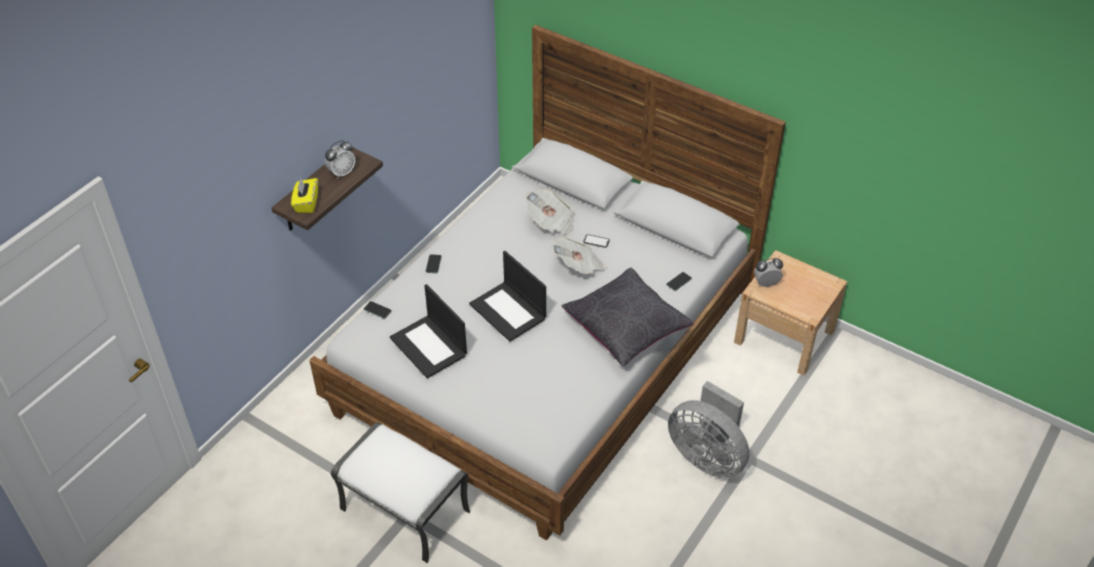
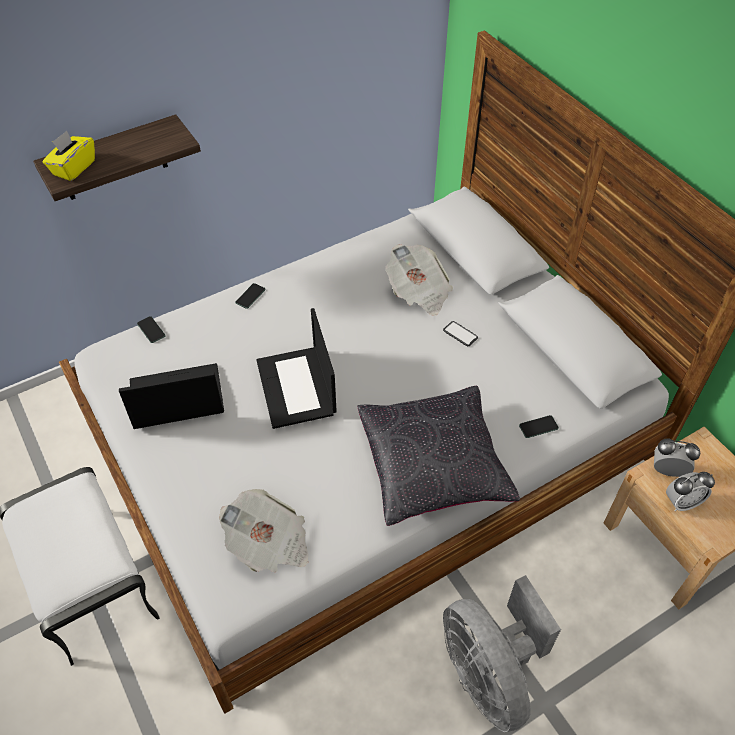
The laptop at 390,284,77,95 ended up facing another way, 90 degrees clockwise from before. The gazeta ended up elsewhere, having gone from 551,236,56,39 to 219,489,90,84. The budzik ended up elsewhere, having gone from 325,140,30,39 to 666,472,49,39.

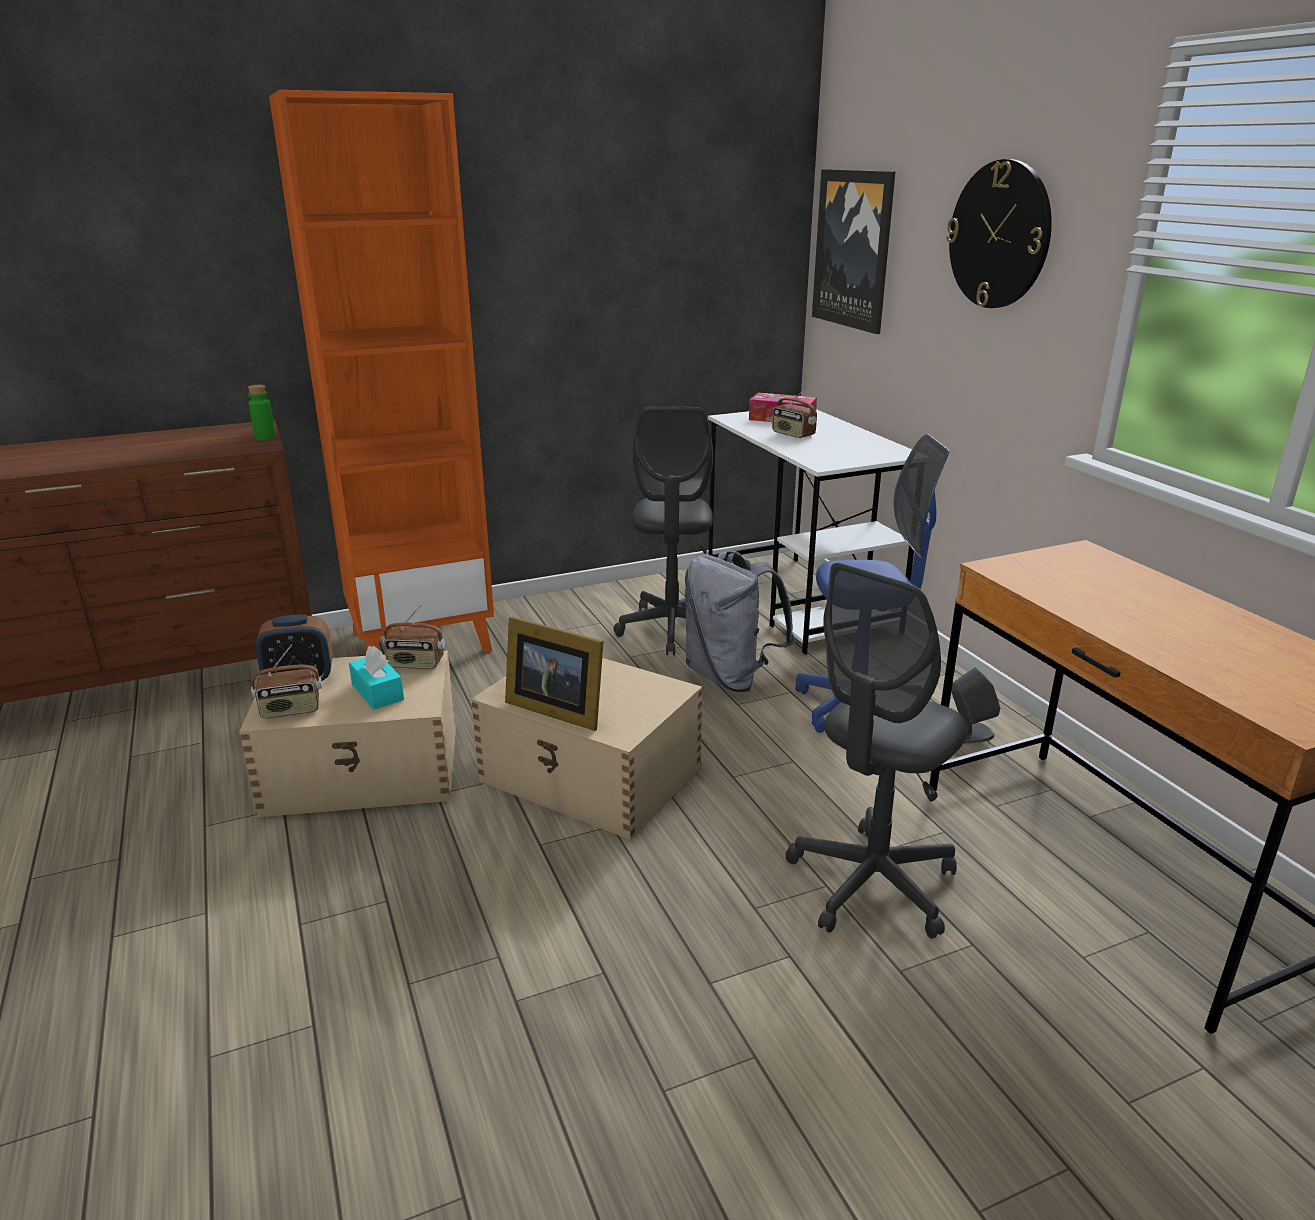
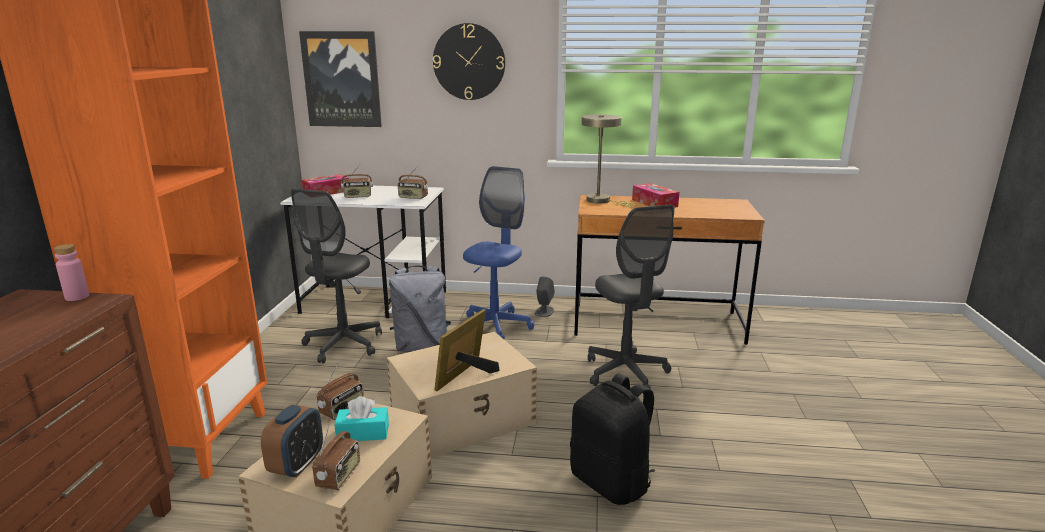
What was the butelka/zielony at 248,385,28,55 turned into the butelka/różowy at 54,244,35,57. The krzesło biurowe/szary at 614,407,99,248 ended up facing another way, 75 degrees clockwise from before. The second view gained the radio at 398,166,30,33. The ramka na zdjęcie at 505,616,99,115 ended up facing another way, 150 degrees clockwise from before. The second view gained the plecak/czarny at 570,373,85,132. The second view gained the lampa stołowa/beżowy at 582,114,53,93. The second view gained the pudełko chusteczek at 632,183,47,25.

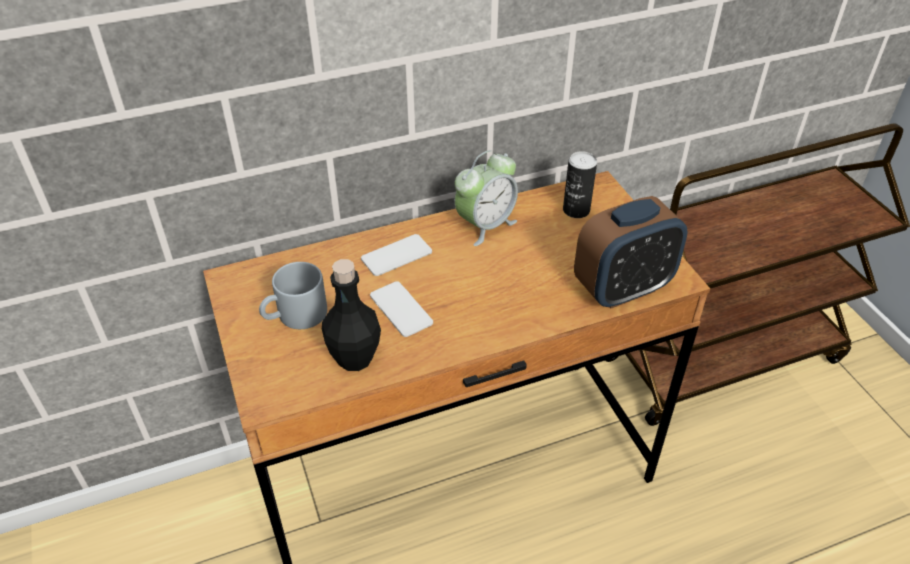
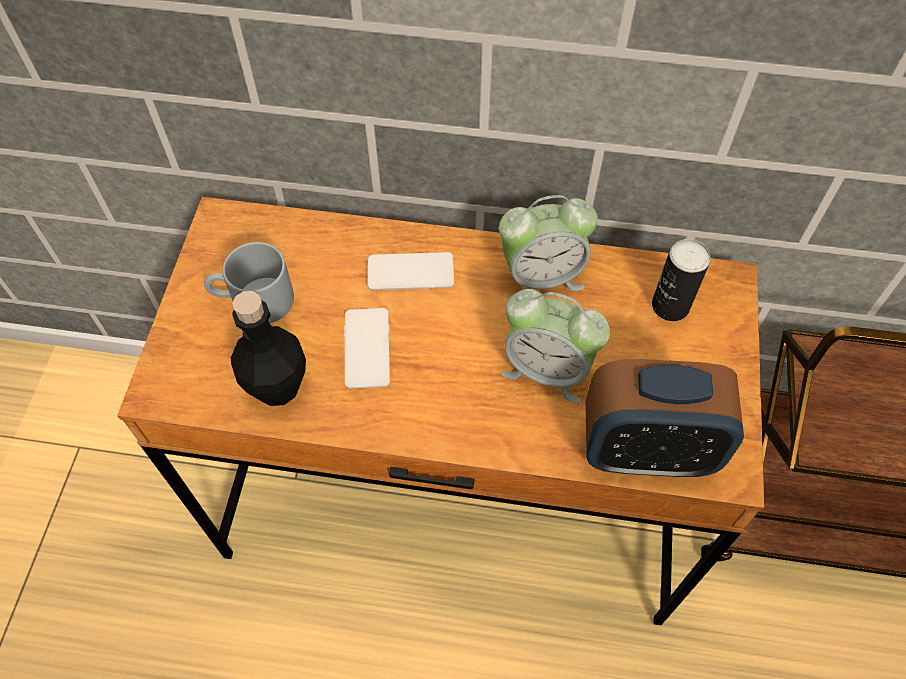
The second view gained the budzik at 501,289,109,114.

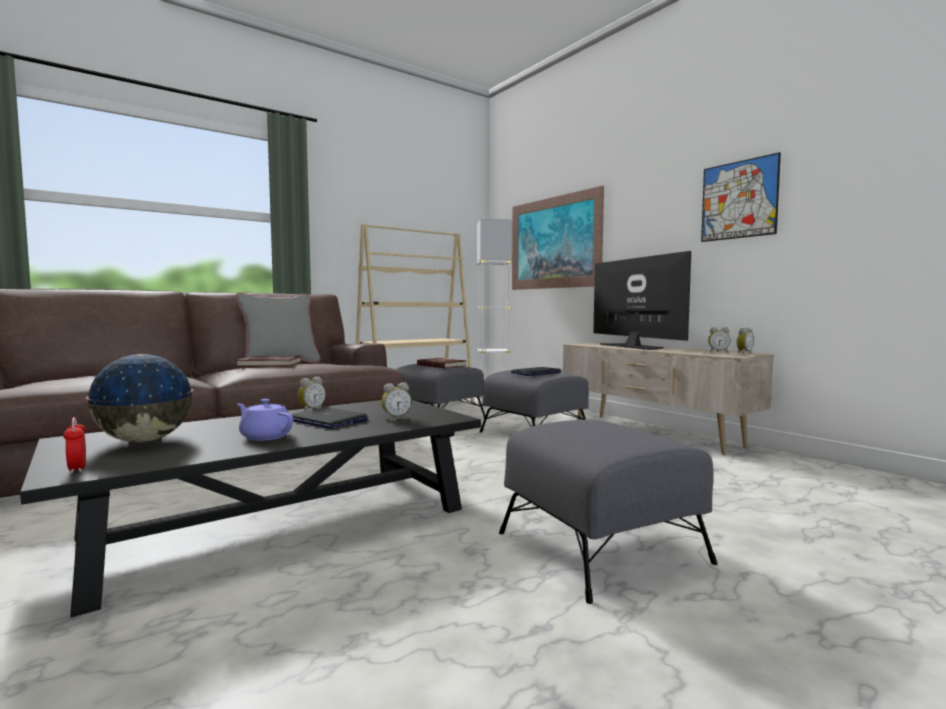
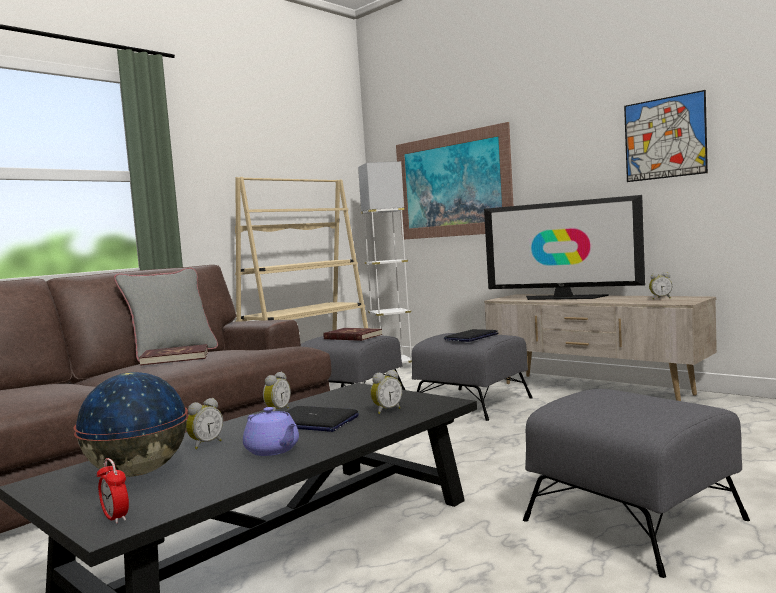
The budzik ended up elsewhere, having gone from 737,328,17,26 to 186,398,37,51. The imbryk/fioletowy at 237,399,56,42 ended up facing another way, 150 degrees counterclockwise from before. The telewizor at 593,251,98,99 ended up facing another way, 150 degrees clockwise from before.

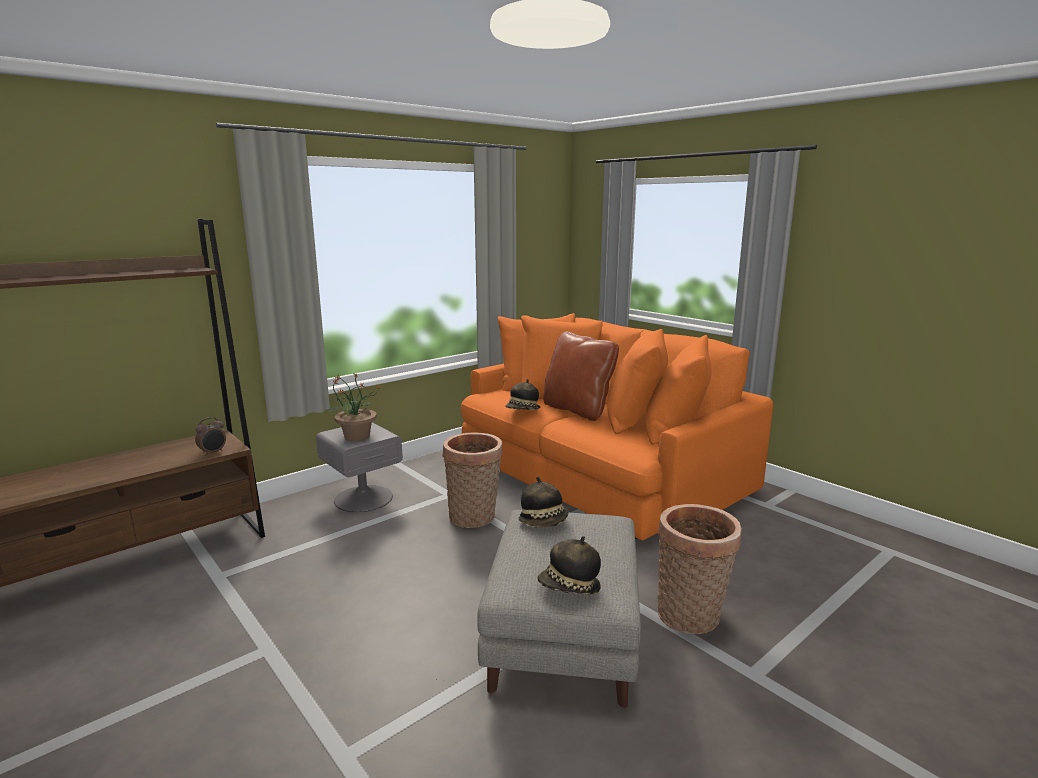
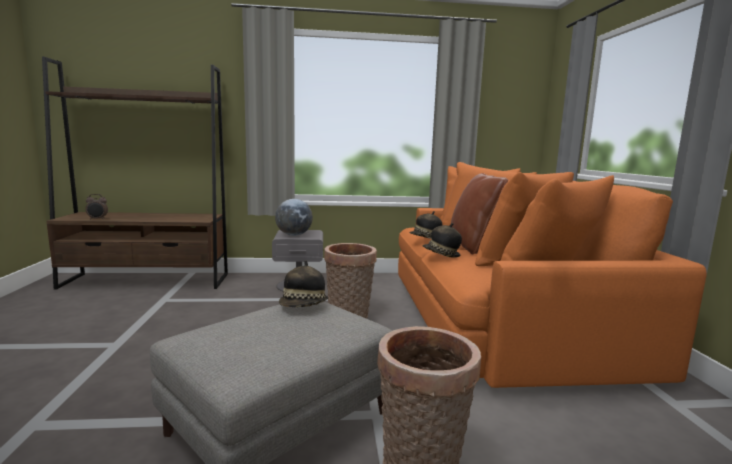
The budzik ended up elsewhere, having gone from 195,417,31,39 to 85,194,23,26. Where the roślina doniczkowa stood at 325,373,56,69, the globus came to stand at 275,199,38,37. The kapelusz ended up elsewhere, having gone from 538,536,63,59 to 423,223,39,35.

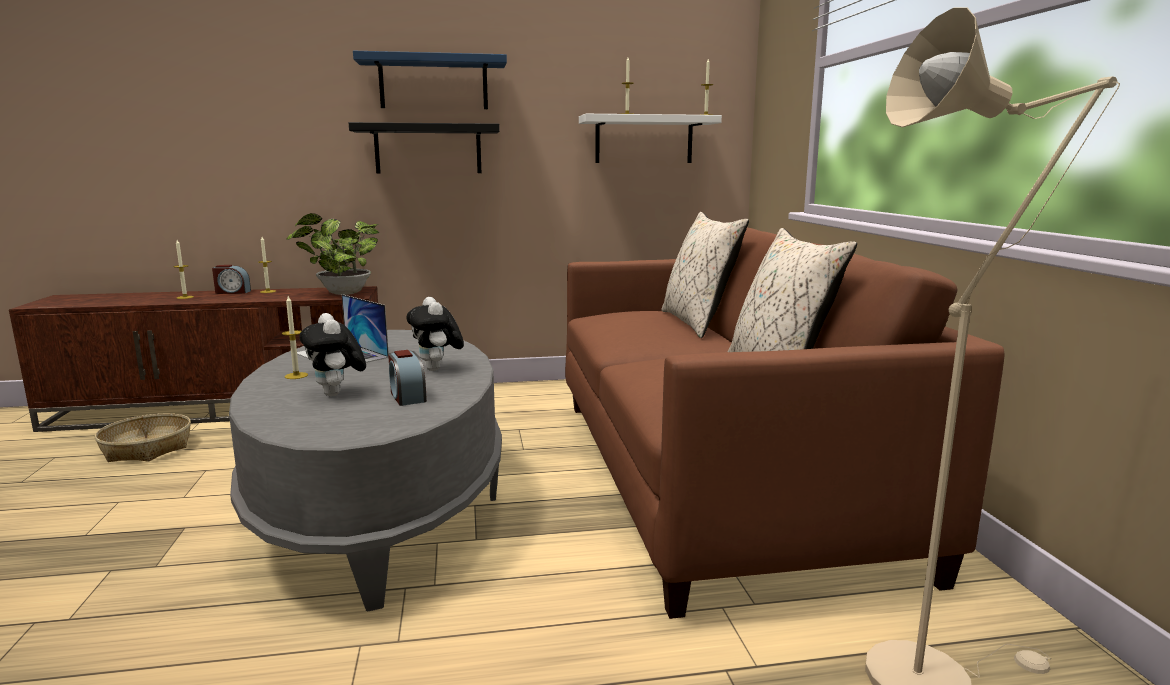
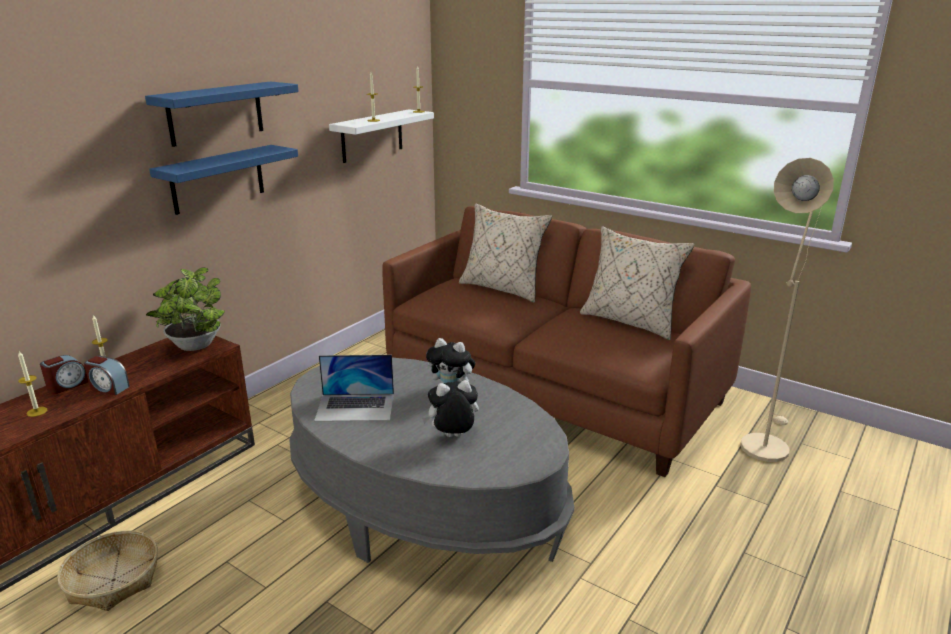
The budzik ended up elsewhere, having gone from 388,350,39,56 to 84,356,46,39. What was the półka/czarny at 349,122,151,51 turned into the półka/niebieski at 149,145,149,70. The pluszak at 299,313,67,83 ended up facing another way, 150 degrees clockwise from before. The second view lost the świeca at 282,296,26,83.

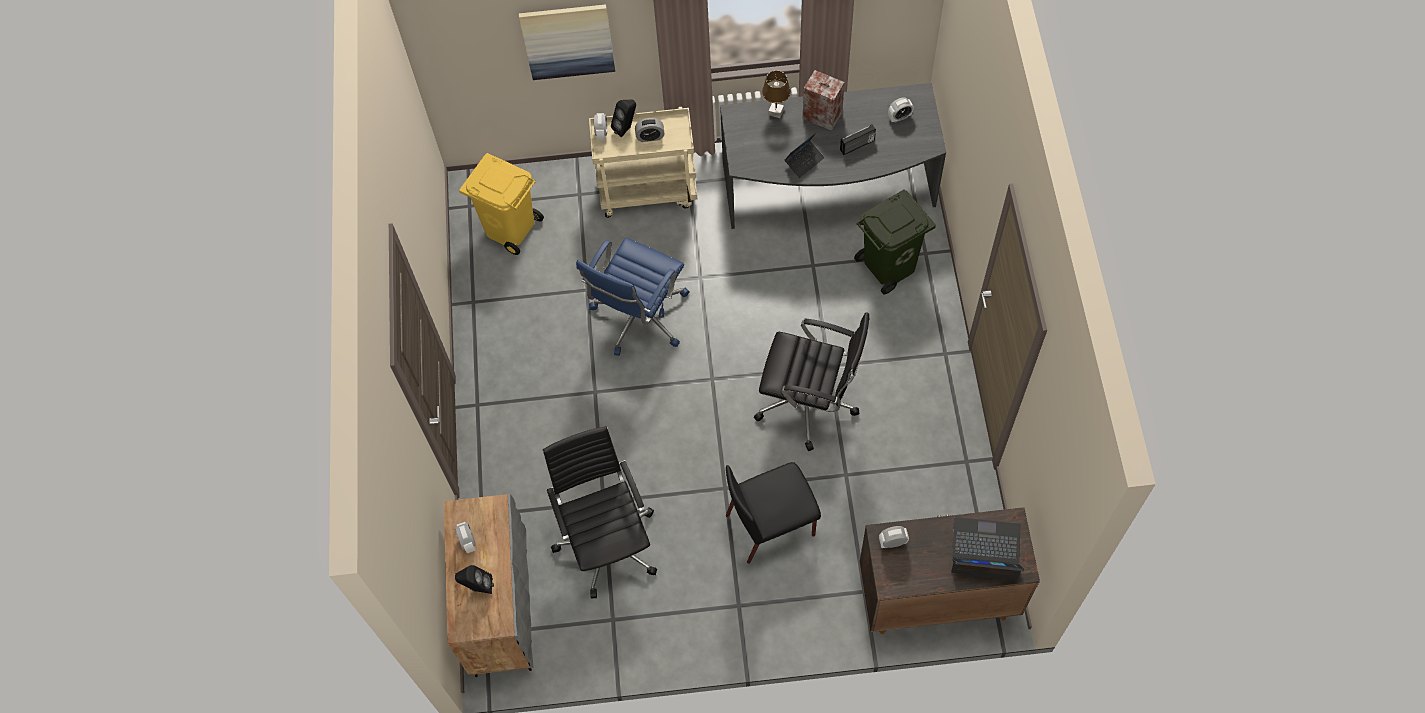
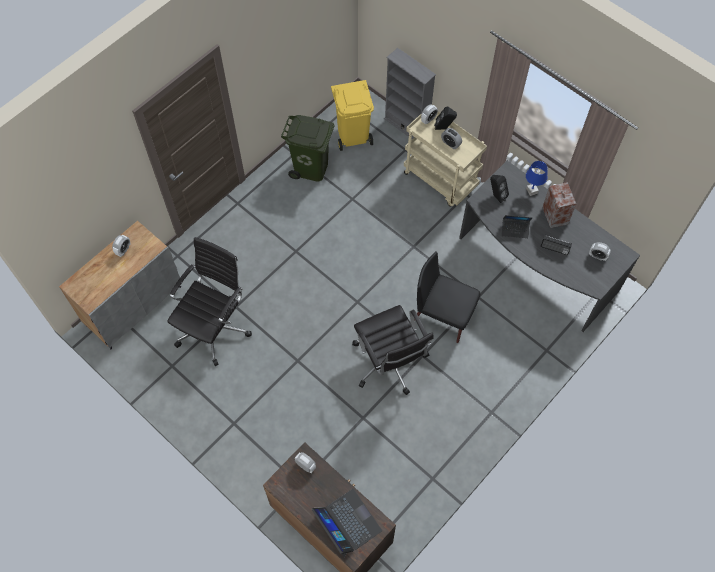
The kosz na śmieci/zielony ended up elsewhere, having gone from 854,189,82,105 to 281,115,54,67. The second view gained the regał/szary at 384,48,52,91. The krzesło/czarny ended up elsewhere, having gone from 726,462,95,102 to 414,251,66,92. The głośnik/czarny ended up elsewhere, having gone from 455,565,39,29 to 490,175,19,28. What was the lampa stołowa/brązowy at 762,71,29,47 turned into the lampa stołowa/niebieski at 526,161,22,35. The second view lost the obraz at 519,5,96,75. The second view lost the krzesło biurowe/niebieski at 576,238,114,118.

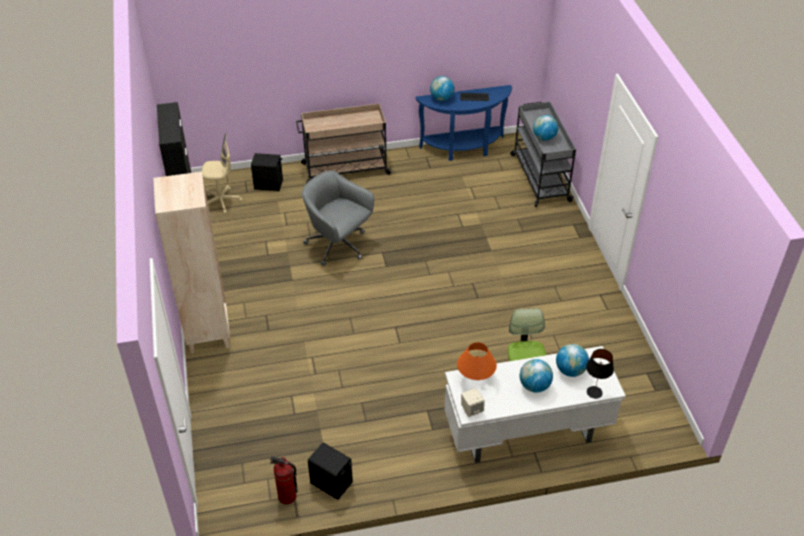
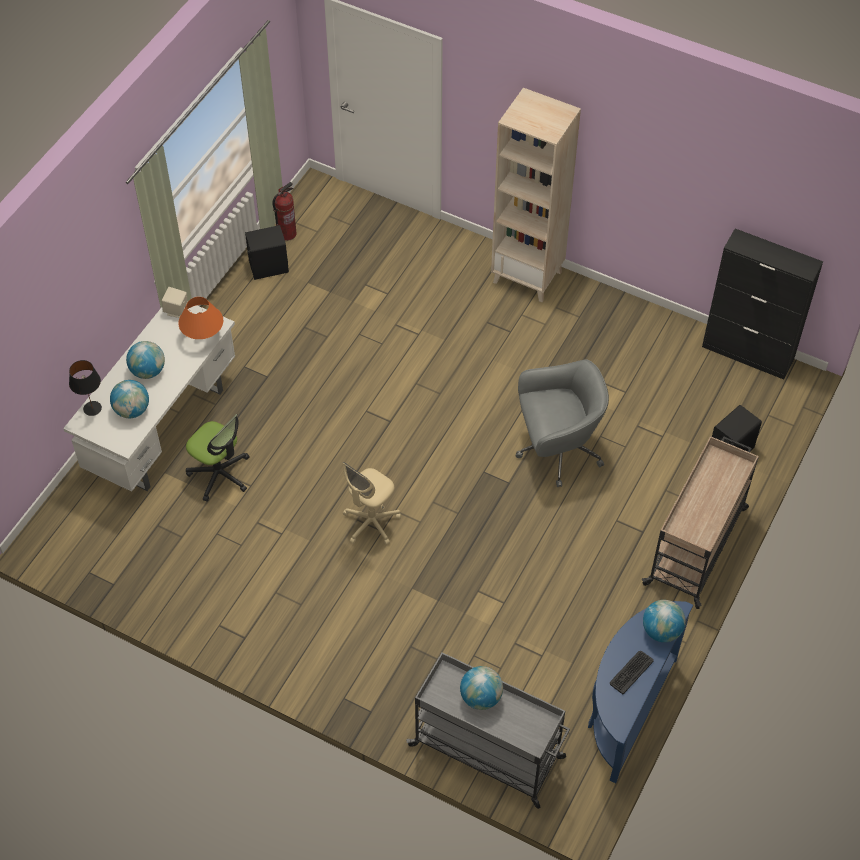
The krzesło biurowe/beżowy ended up elsewhere, having gone from 202,132,40,82 to 343,462,58,83.

